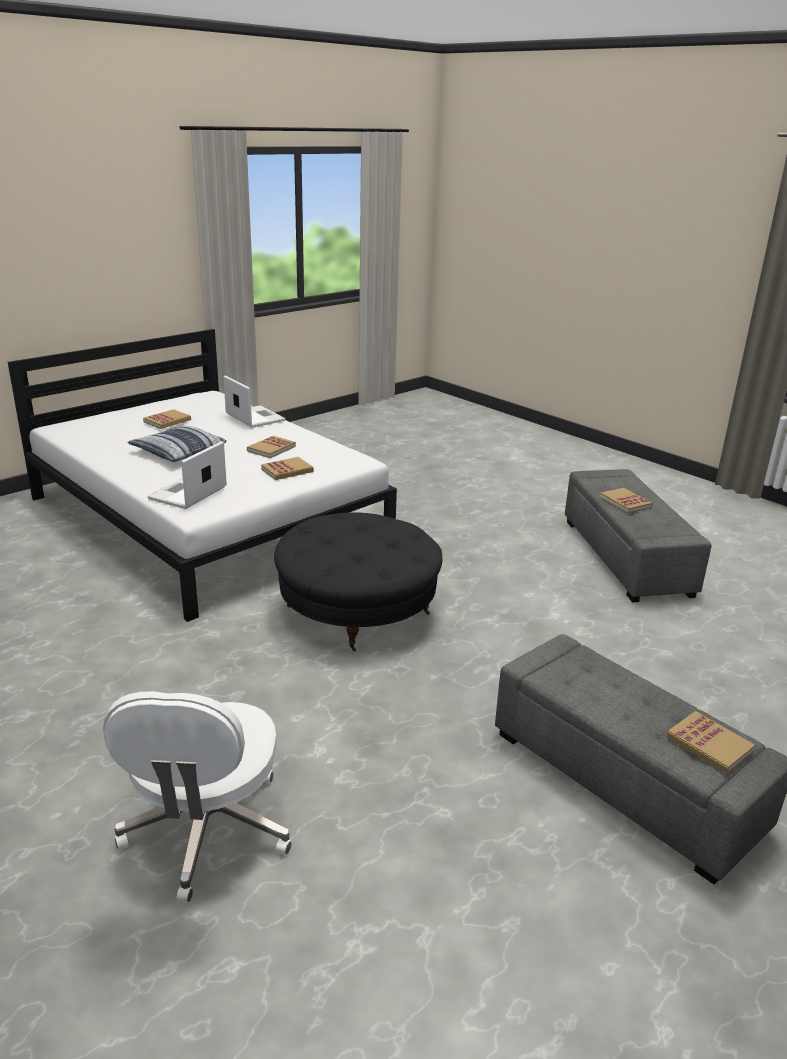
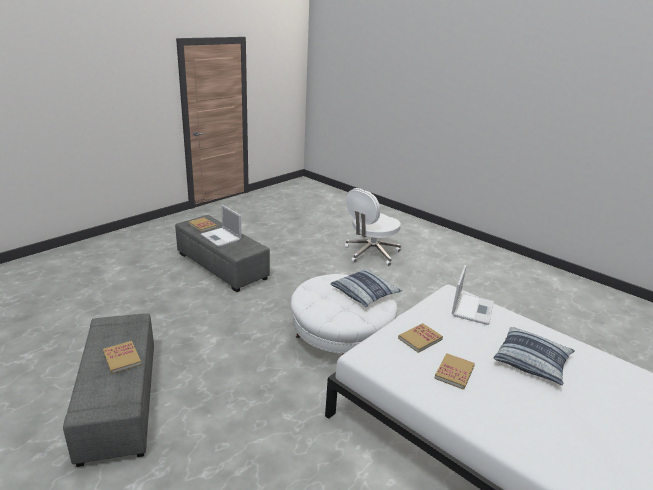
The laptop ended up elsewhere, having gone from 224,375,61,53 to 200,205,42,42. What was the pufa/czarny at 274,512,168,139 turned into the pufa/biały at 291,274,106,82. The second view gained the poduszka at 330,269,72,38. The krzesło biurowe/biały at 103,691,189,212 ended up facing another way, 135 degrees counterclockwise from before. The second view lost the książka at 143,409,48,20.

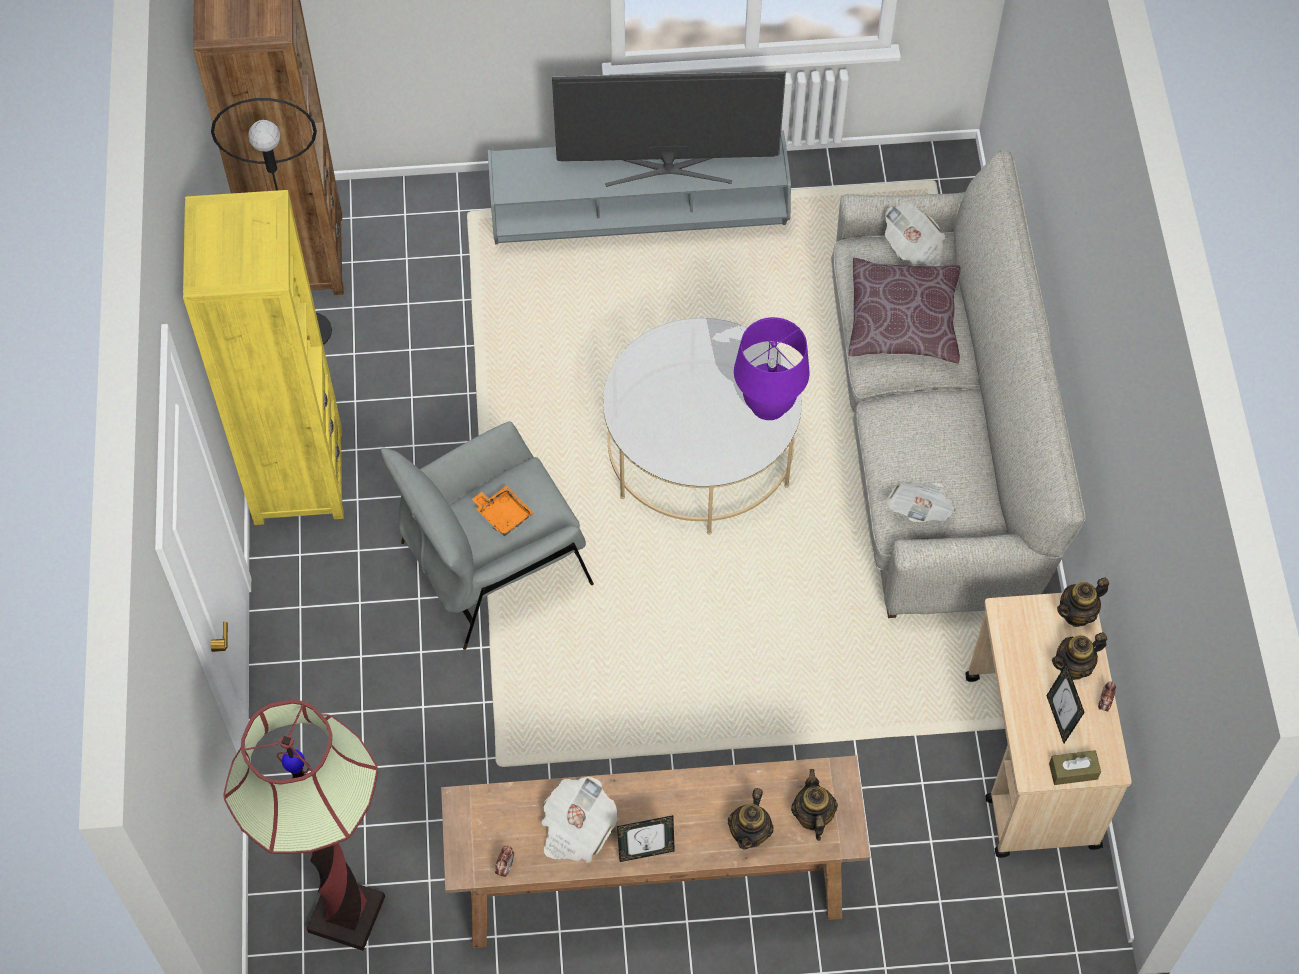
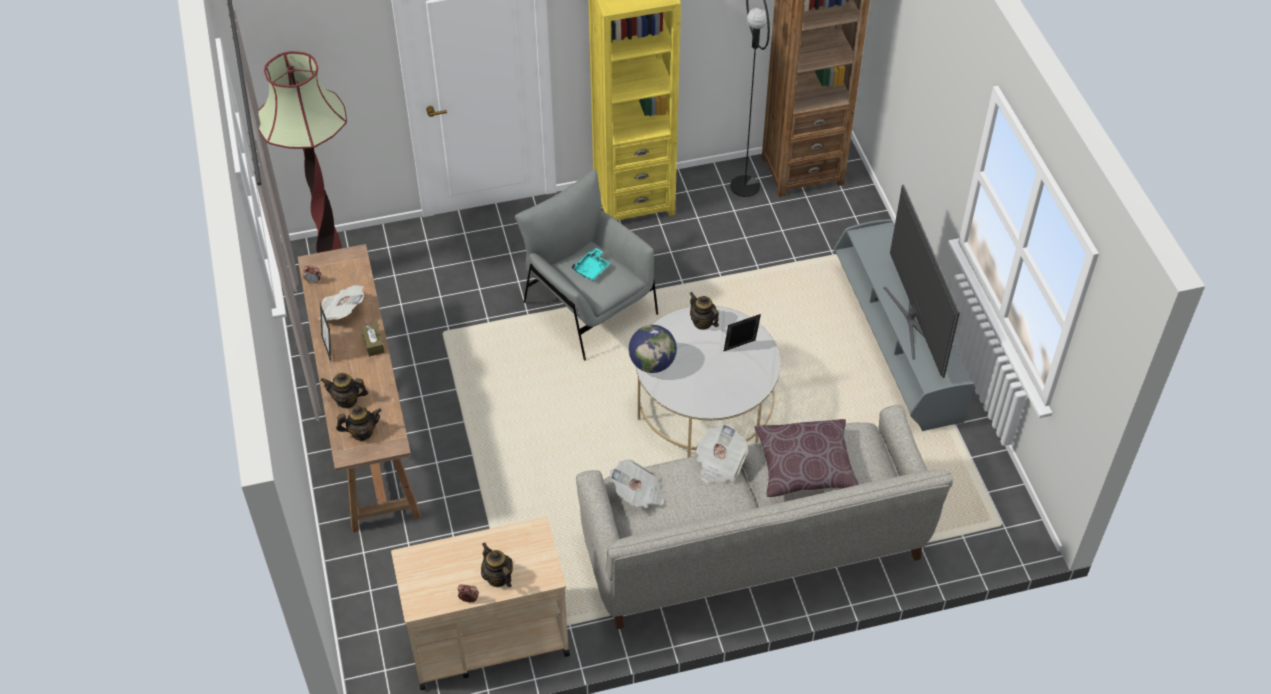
The pudełko chusteczek/brązowy ended up elsewhere, having gone from 1049,750,52,35 to 361,323,24,34. What was the taca/pomarańczowy at 472,485,61,51 turned into the taca/turkusowy at 572,248,38,33. The second view gained the globus at 629,325,48,48. The imbryk ended up elsewhere, having gone from 1057,577,52,50 to 689,292,30,38. The gazeta ended up elsewhere, having gone from 885,202,60,64 to 696,424,52,59. The ramka na zdjęcie ended up elsewhere, having gone from 1046,663,39,80 to 724,314,37,37. The second view lost the lampa stołowa/fioletowy at 734,317,75,103.

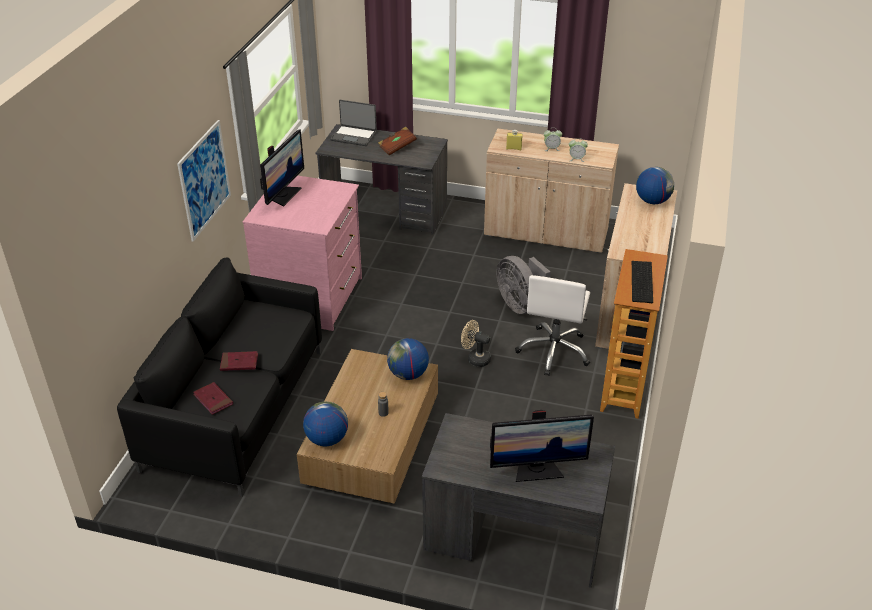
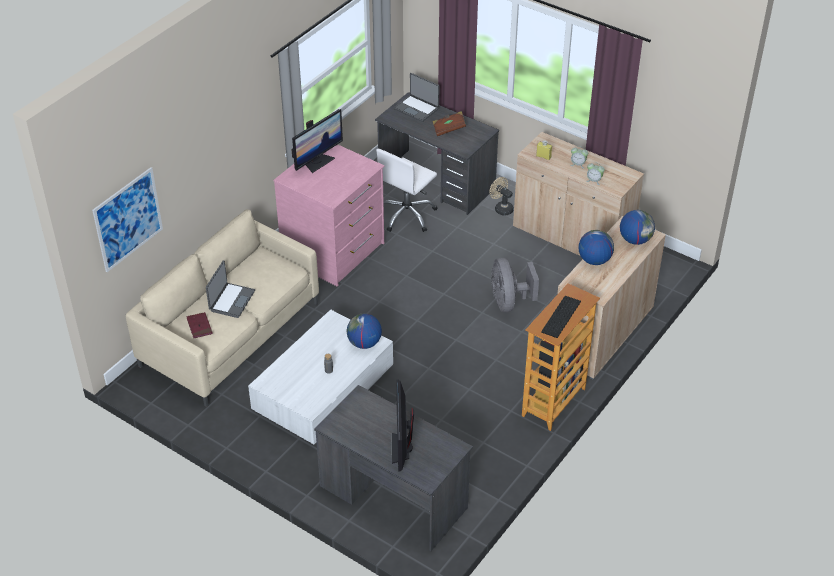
The obraz ended up elsewhere, having gone from 177,120,54,122 to 92,167,71,105. What was the kanapa/czarny at 117,257,205,240 turned into the kanapa/beżowy at 126,209,193,198. Where the książka/czerwony stood at 220,351,38,20, the laptop came to stand at 206,260,49,58. What was the ława/brązowy at 297,349,141,155 turned into the ława/biały at 248,309,145,135. The krzesło biurowe/biały ended up elsewhere, having gone from 515,275,75,101 to 376,149,61,83. The monitor at 490,410,104,72 ended up facing another way, 75 degrees clockwise from before. The wentylator/beżowy ended up elsewhere, having gone from 461,320,30,47 to 489,177,25,39. The globus ended up elsewhere, having gone from 303,401,45,45 to 578,230,36,35.

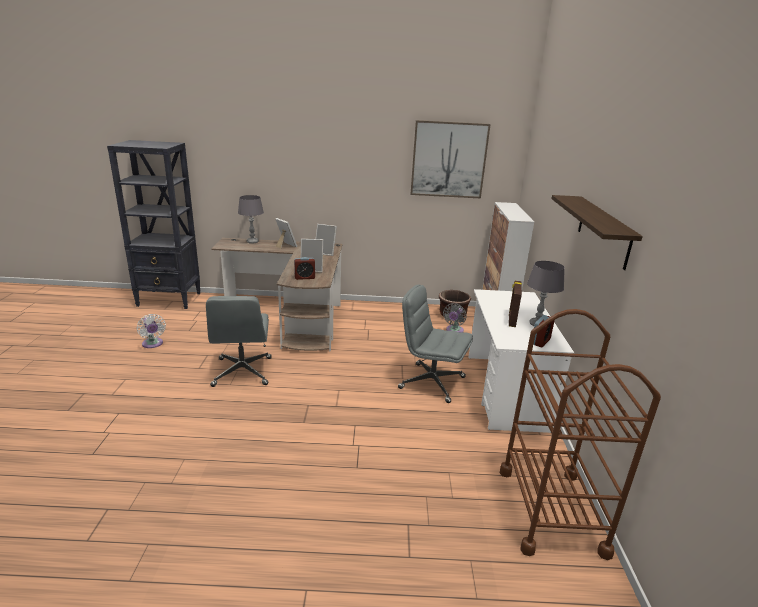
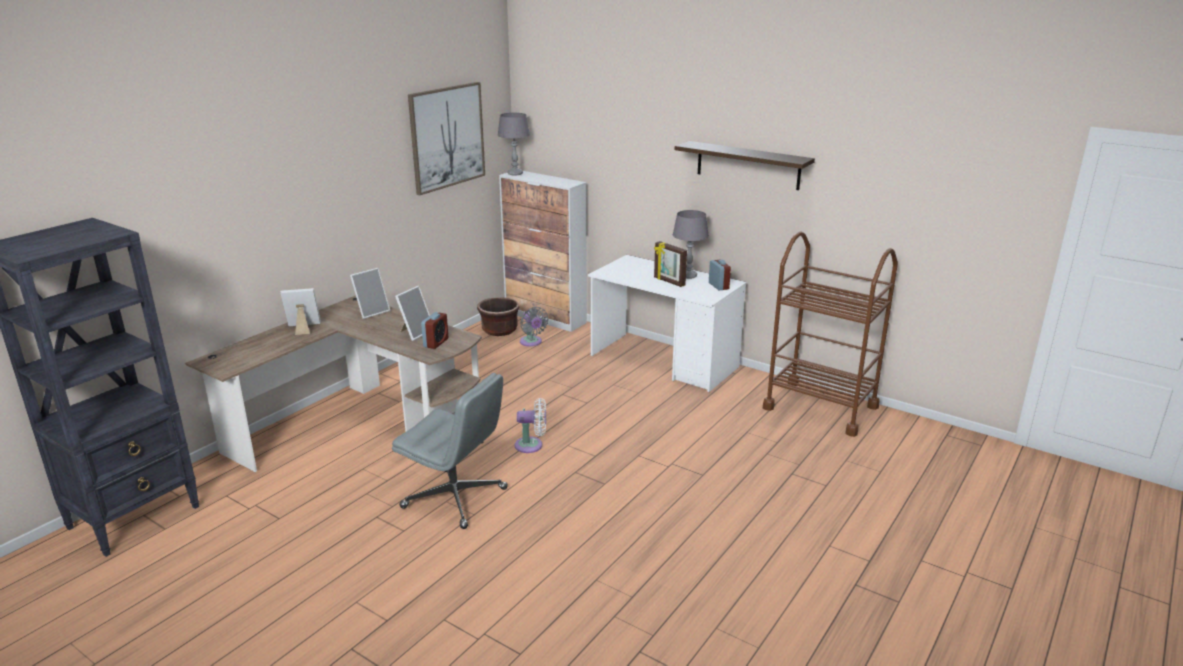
The lampa stołowa/szary ended up elsewhere, having gone from 238,195,26,49 to 498,113,32,63. The wentylator/biały ended up elsewhere, having gone from 137,314,29,34 to 515,398,31,55. The second view lost the krzesło biurowe/szary at 398,284,75,119.

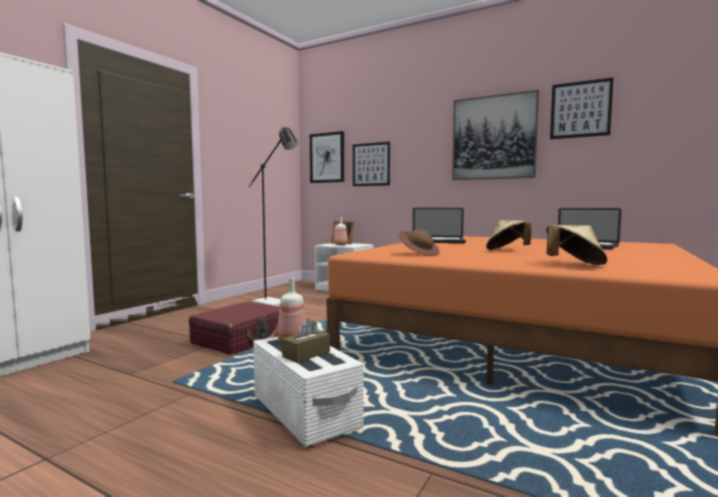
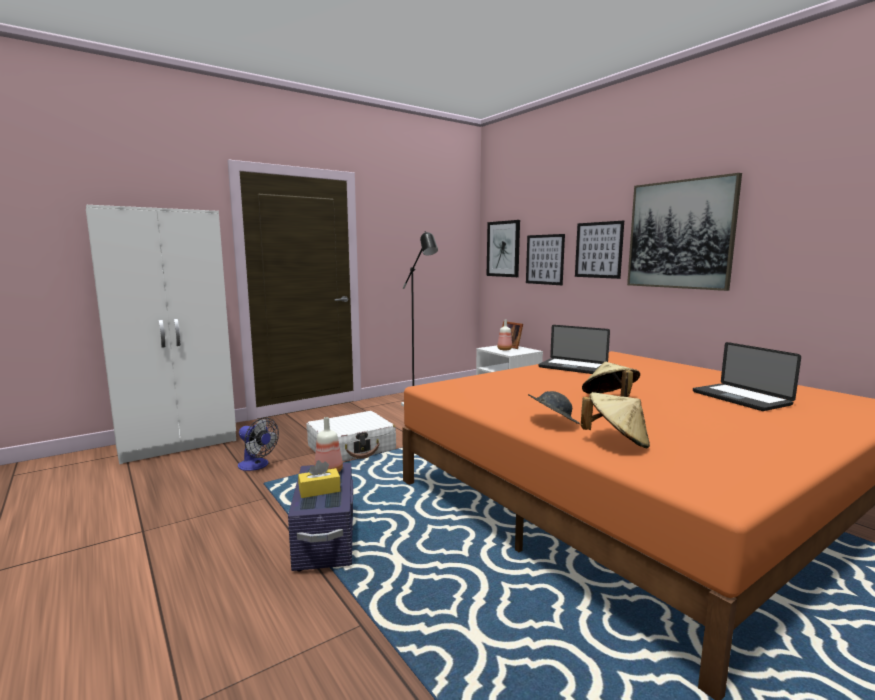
The second view gained the wentylator at 238,418,41,53. What was the pojemnik do przechowywania/biały at 253,337,110,110 turned into the pojemnik do przechowywania/fioletowy at 288,463,65,108. What was the pudełko chusteczek/brązowy at 282,318,48,45 turned into the pudełko chusteczek/żółty at 298,460,42,38. What was the walizka/czerwony at 189,301,91,54 turned into the walizka/biały at 307,411,89,50. The second view gained the kapelusz/szary at 528,391,52,33. The obraz ended up elsewhere, having gone from 550,77,64,62 to 575,221,49,58. The second view lost the kapelusz/brązowy at 399,230,41,26.

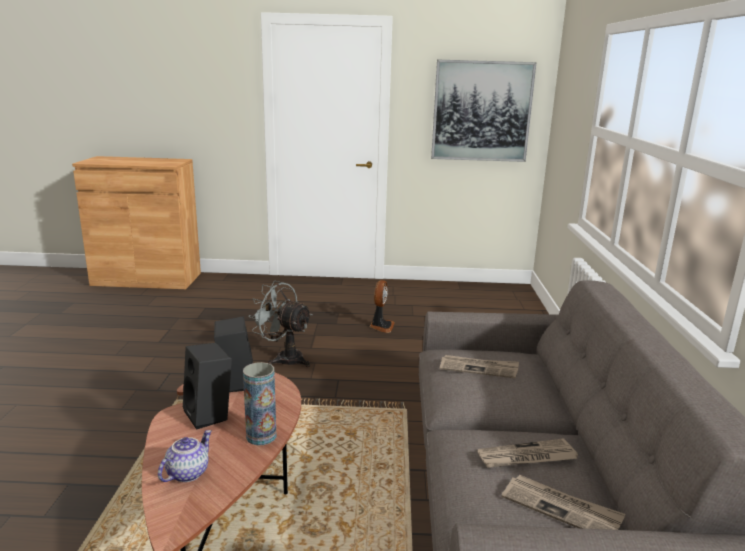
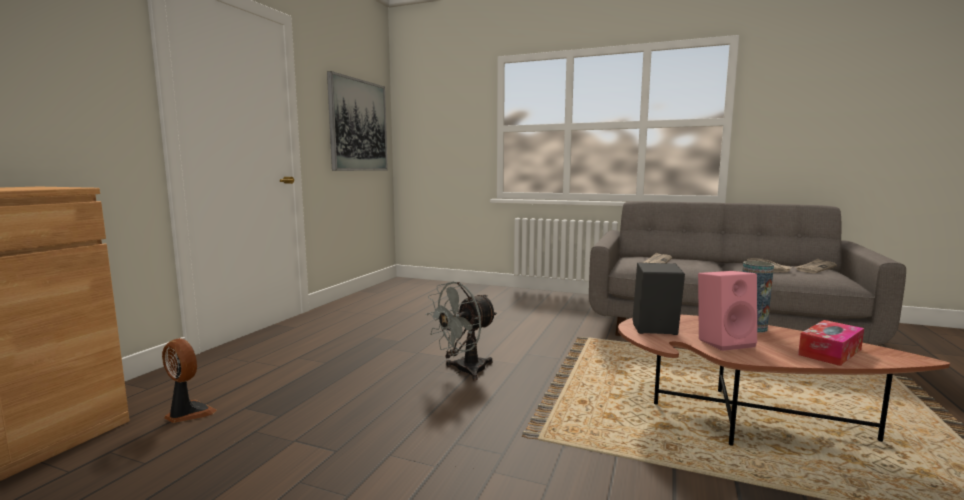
The wentylator ended up elsewhere, having gone from 369,280,26,53 to 162,338,55,85. What was the głośnik/czarny at 183,343,49,87 turned into the głośnik/różowy at 698,271,59,80. Where the imbryk stood at 158,430,54,52, the pudełko chusteczek came to stand at 798,320,66,46.

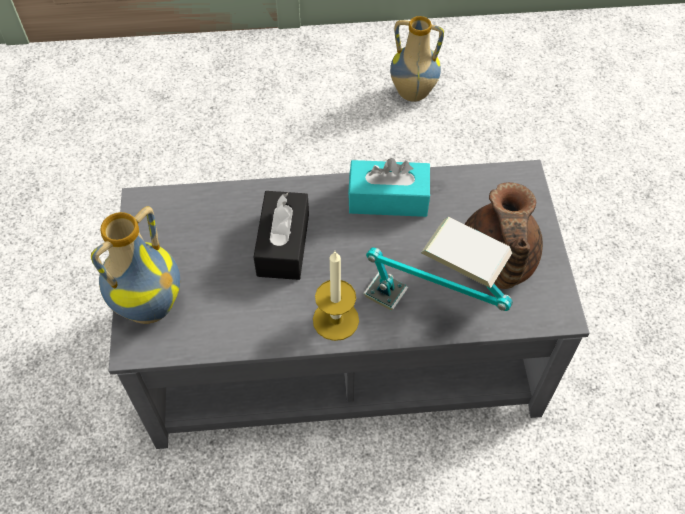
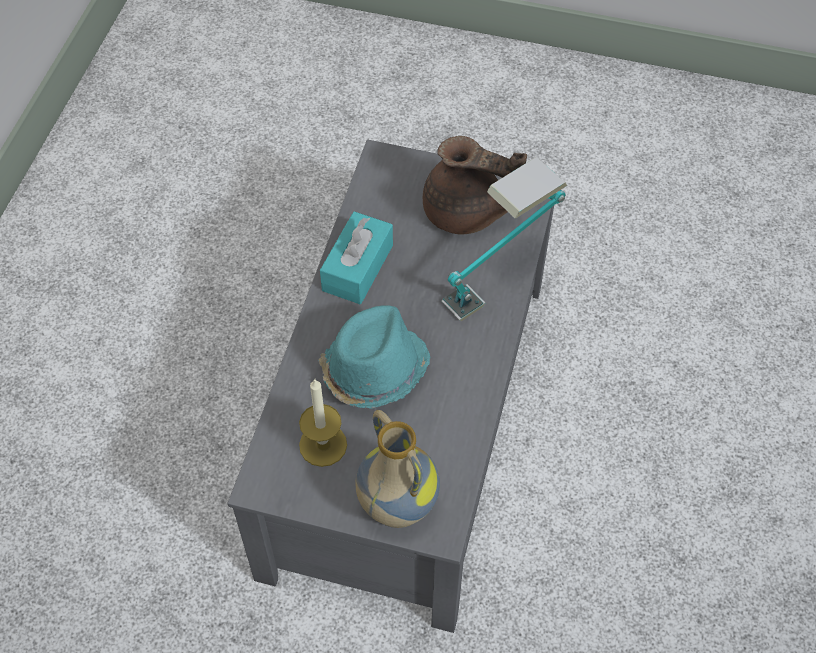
The świeca ended up elsewhere, having gone from 313,251,46,90 to 299,379,48,88. Where the pudełko chusteczek/czarny stood at 254,191,55,89, the kapelusz/turkusowy came to stand at 318,305,113,104. The second view lost the wazon at 390,16,54,86.

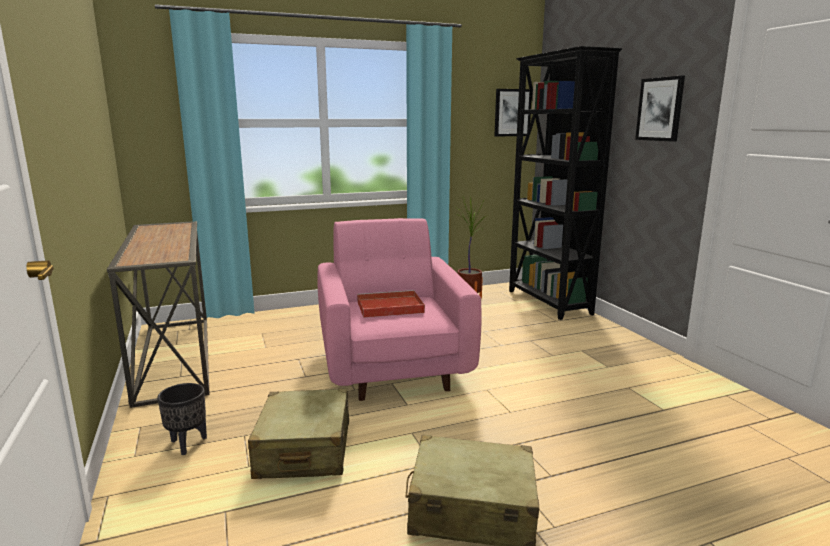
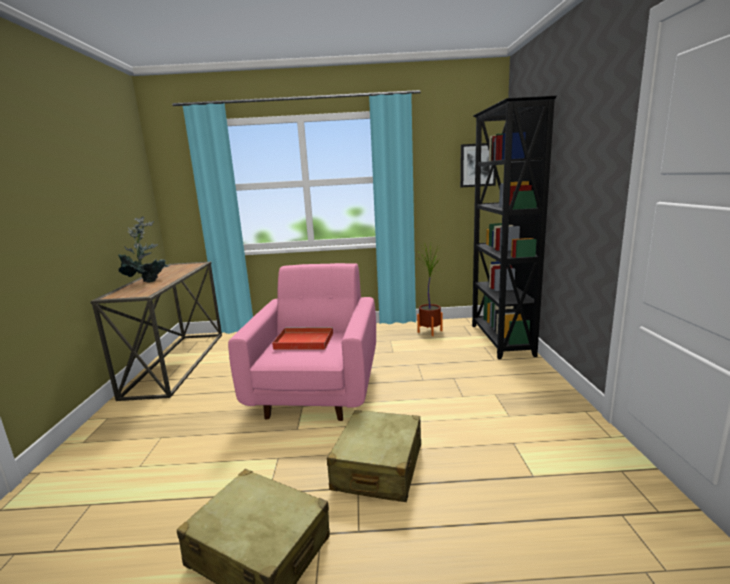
The second view gained the roślina doniczkowa at 118,216,50,67. The walizka/beżowy ended up elsewhere, having gone from 248,388,101,91 to 327,410,94,92. The second view lost the donica/czarny at 157,383,50,72. The second view lost the obraz at 635,76,50,66.

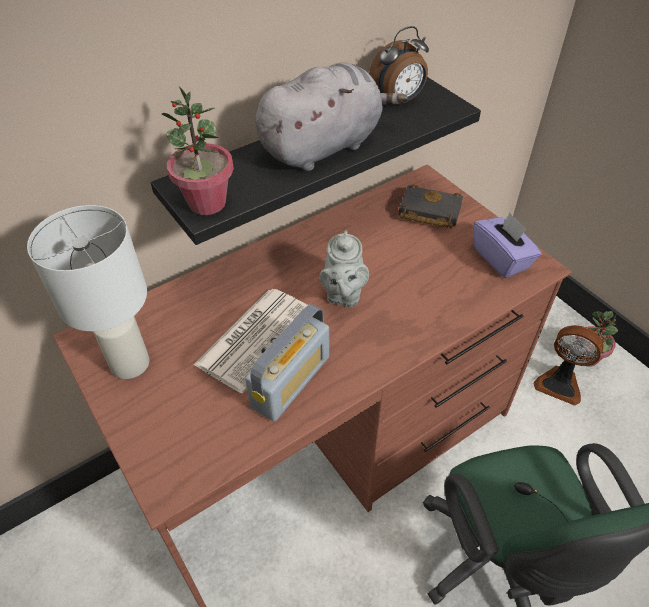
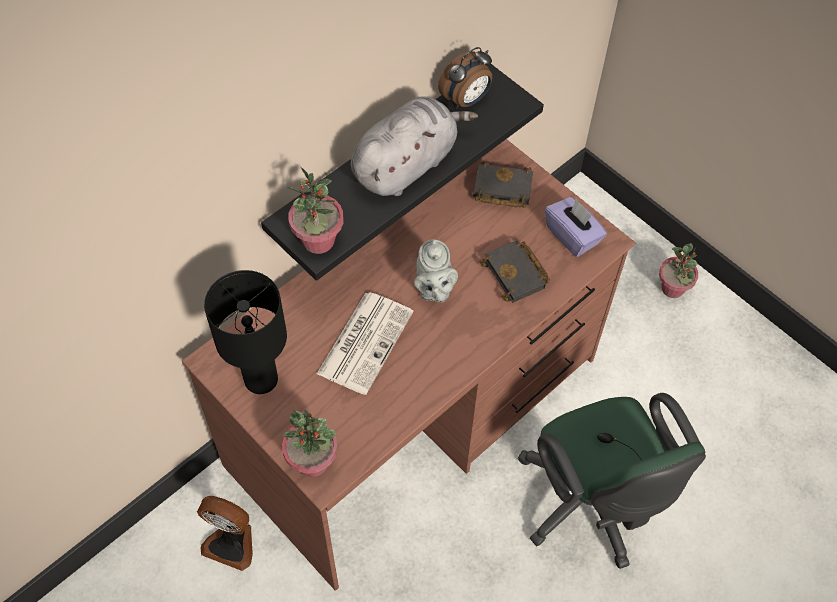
The wentylator ended up elsewhere, having gone from 534,325,70,81 to 197,496,56,75. What was the lampa stołowa/biały at 27,205,123,174 turned into the lampa stołowa/czarny at 204,270,83,124. The second view gained the roślina doniczkowa at 282,409,55,68. The second view gained the książka/czarny at 479,240,72,63. The second view lost the radio at 245,304,84,118.

